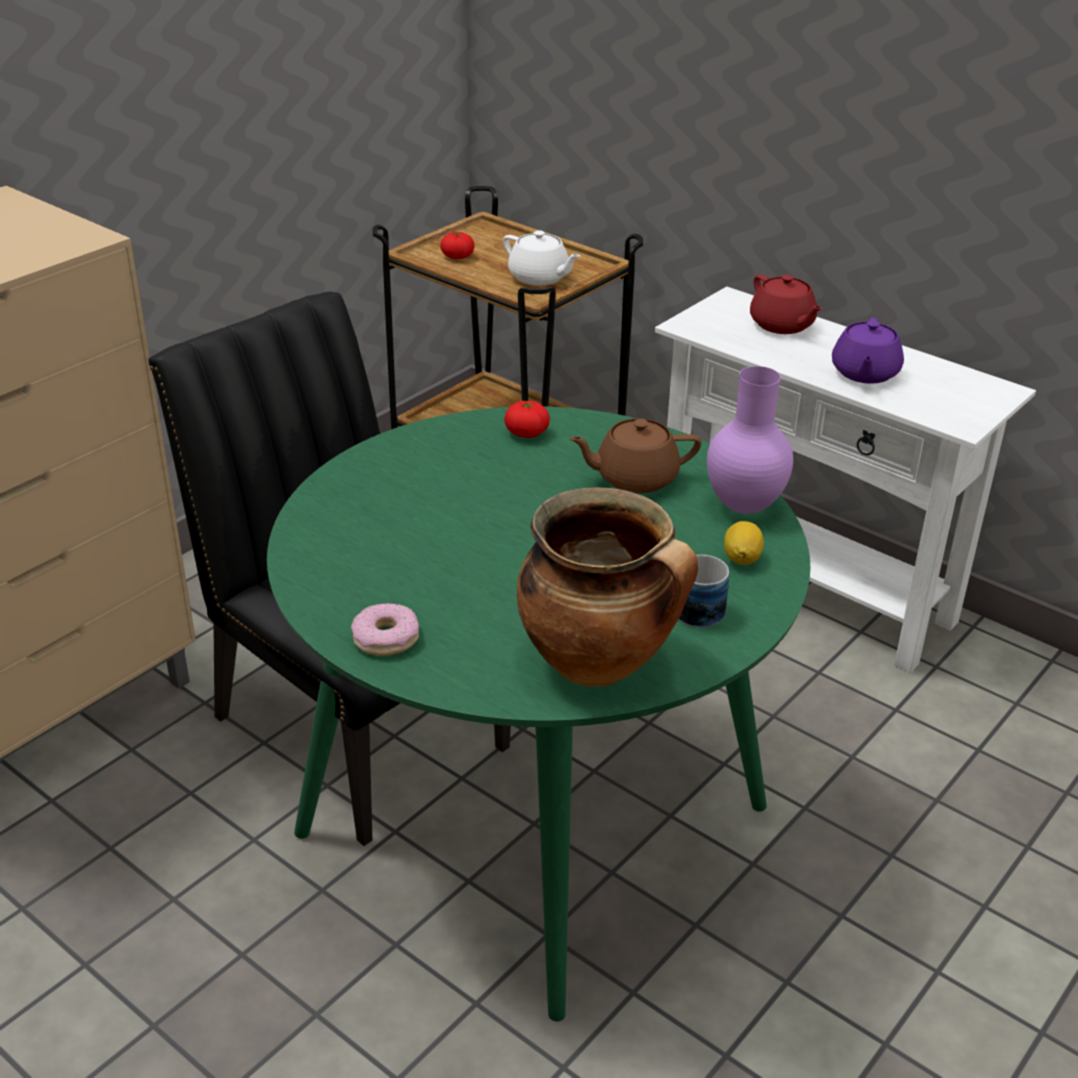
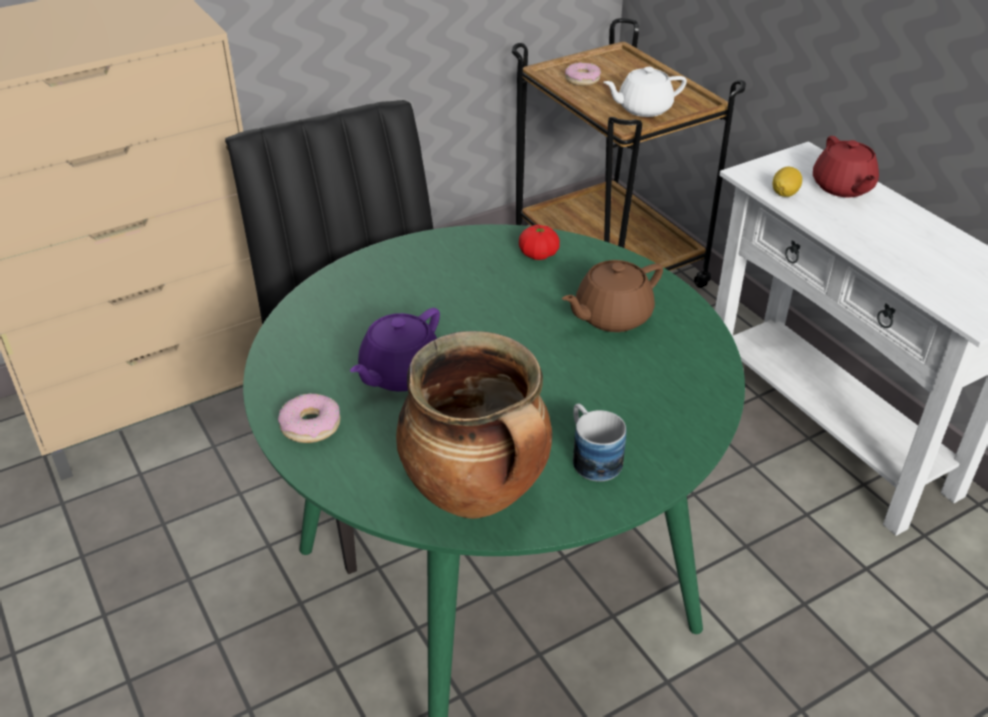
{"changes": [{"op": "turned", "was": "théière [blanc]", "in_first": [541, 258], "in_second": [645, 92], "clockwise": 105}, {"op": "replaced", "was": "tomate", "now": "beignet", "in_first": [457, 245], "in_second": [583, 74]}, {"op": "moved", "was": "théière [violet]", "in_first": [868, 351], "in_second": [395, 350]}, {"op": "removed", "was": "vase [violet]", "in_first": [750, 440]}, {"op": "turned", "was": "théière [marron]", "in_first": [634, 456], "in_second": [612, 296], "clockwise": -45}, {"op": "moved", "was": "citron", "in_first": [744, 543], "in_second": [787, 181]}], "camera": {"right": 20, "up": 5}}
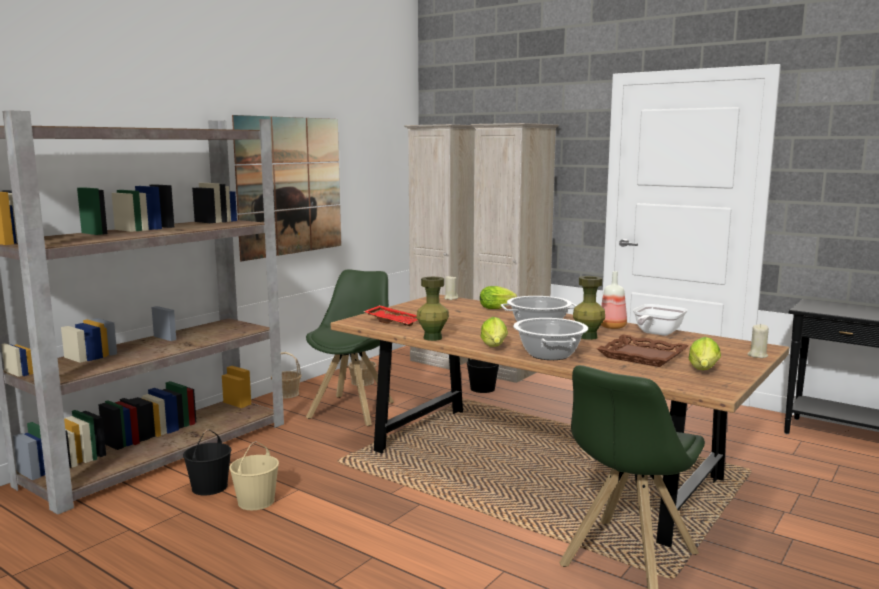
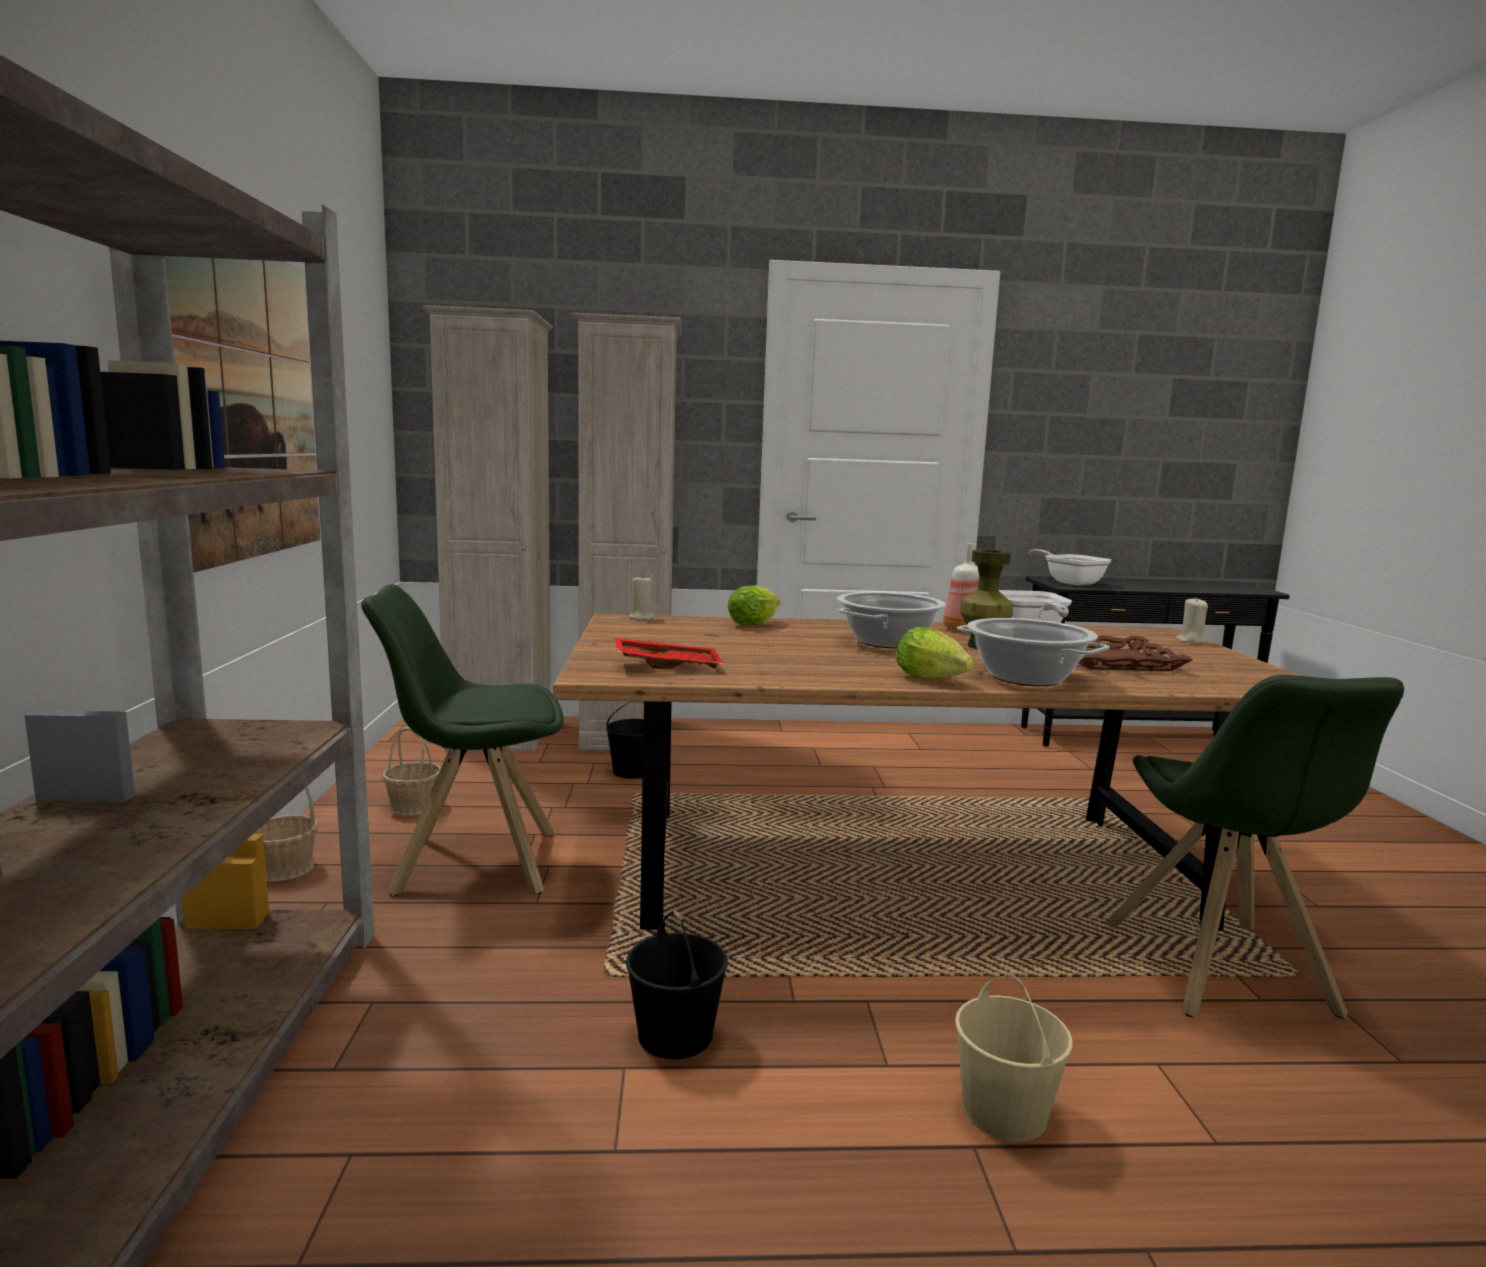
{"changes": [{"op": "turned", "was": "chaise [vert]", "in_first": [350, 347], "in_second": [462, 740], "clockwise": -75}, {"op": "removed", "was": "vase [vert]", "in_first": [433, 309]}, {"op": "removed", "was": "laitue", "in_first": [705, 353]}, {"op": "moved", "was": "seau [noir]", "in_first": [207, 462], "in_second": [677, 984]}, {"op": "moved", "was": "seau [beige]", "in_first": [254, 475], "in_second": [1014, 1058]}, {"op": "added", "now": "poêle", "in_second": [1069, 567]}], "camera": {"right": -40, "up": 0}}
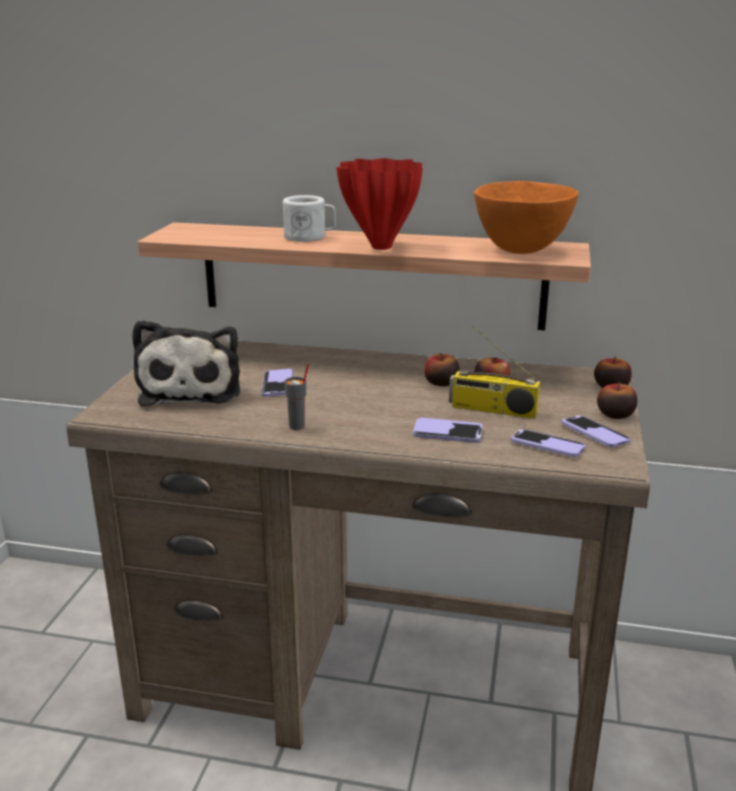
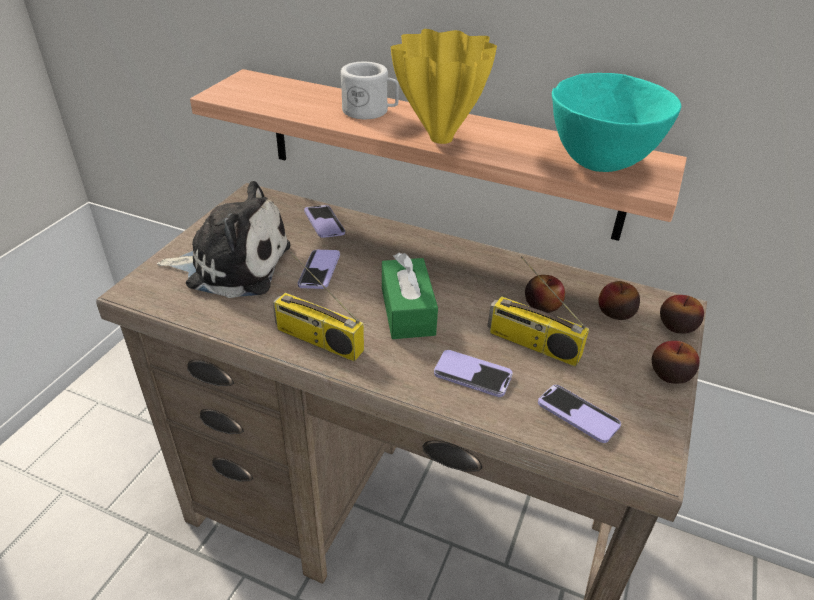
{"changes": [{"op": "recoloured", "was": "vase [rouge]", "now": "vase [jaune]", "in_first": [379, 204], "in_second": [444, 86]}, {"op": "recoloured", "was": "bol [orange]", "now": "bol [turquoise]", "in_first": [526, 217], "in_second": [616, 122]}, {"op": "turned", "was": "peluche", "in_first": [186, 363], "in_second": [224, 239], "clockwise": -90}, {"op": "moved", "was": "pomme", "in_first": [442, 369], "in_second": [619, 300]}, {"op": "replaced", "was": "tasse [gris]", "now": "radio", "in_first": [296, 397], "in_second": [318, 307]}, {"op": "moved", "was": "téléphone", "in_first": [596, 431], "in_second": [324, 221]}, {"op": "added", "now": "boîte à mouchoirs [vert]", "in_second": [410, 296]}], "camera": {"right": 10, "up": 15}}
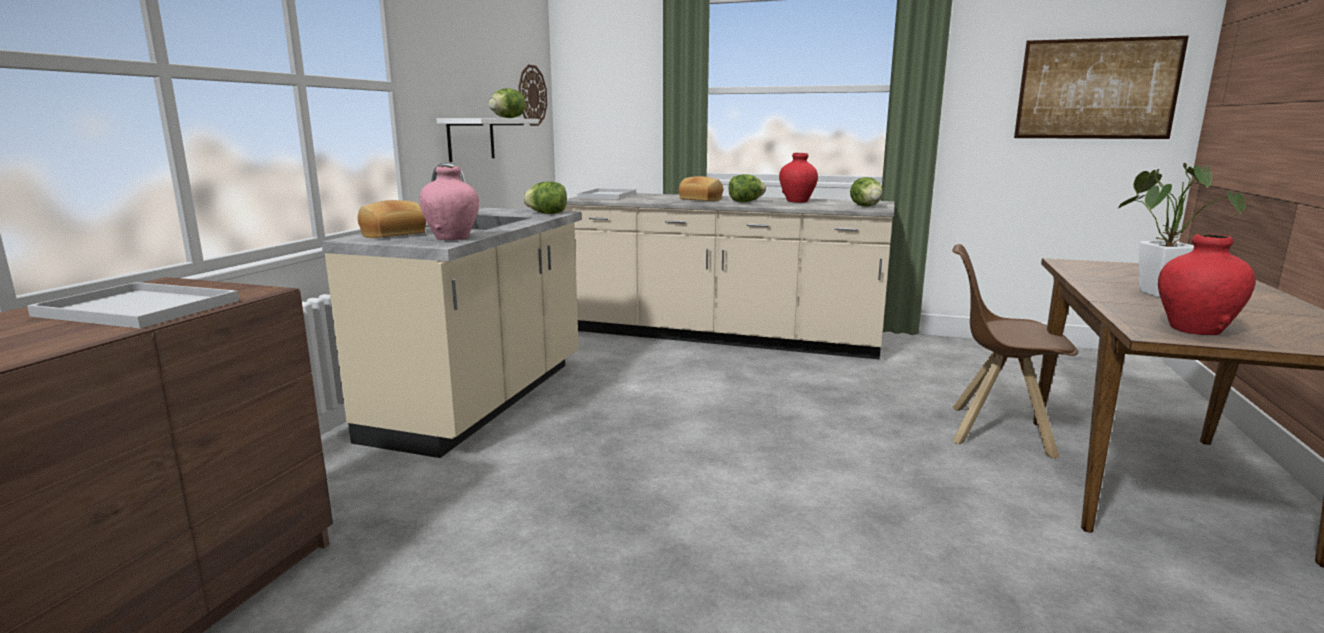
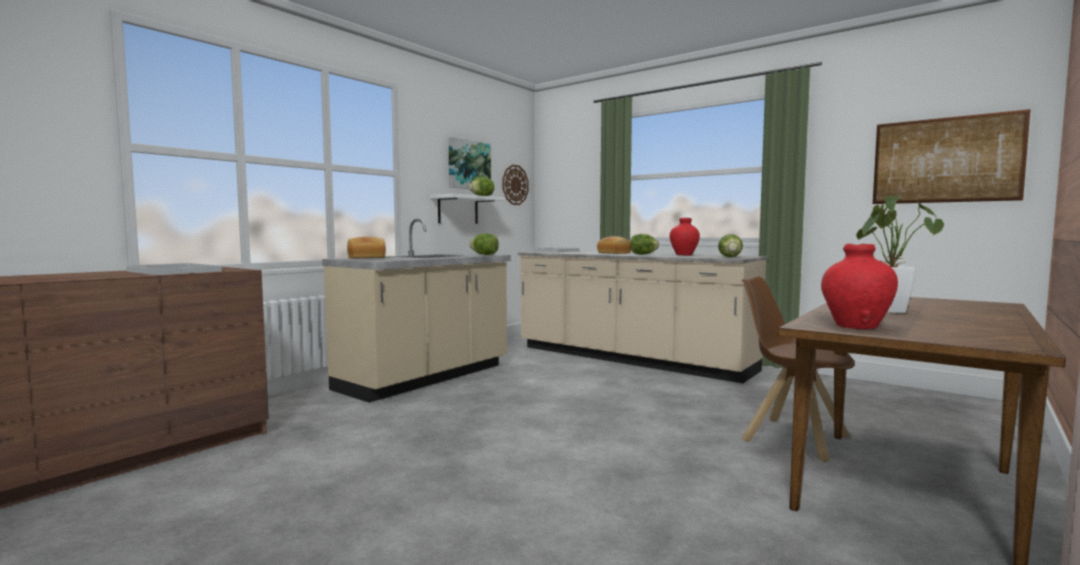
{"changes": [{"op": "removed", "was": "vase [rose]", "in_first": [449, 203]}, {"op": "added", "now": "tableau", "in_second": [469, 163]}], "camera": {"right": 20, "up": -10}}
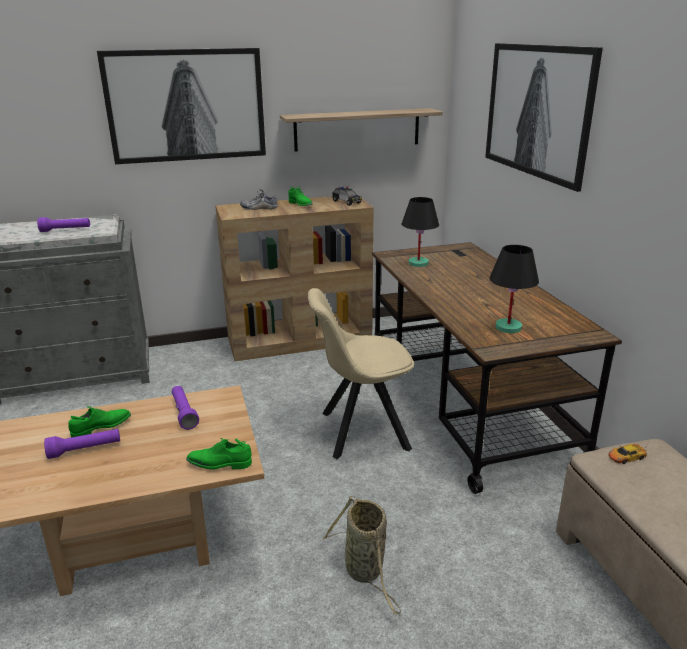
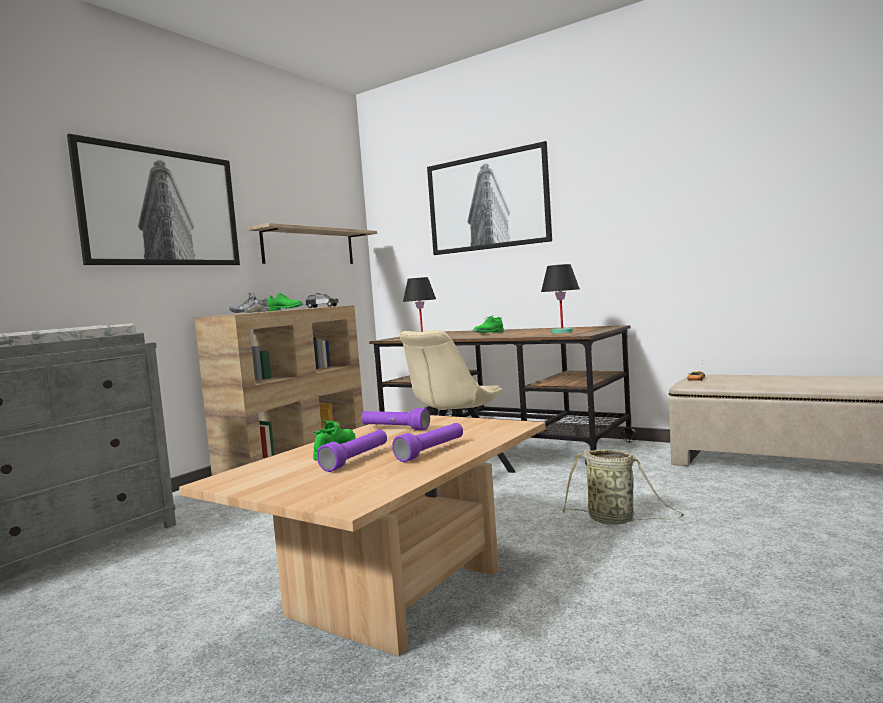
{"changes": [{"op": "moved", "was": "lampe de poche [violet]", "in_first": [63, 224], "in_second": [427, 442]}, {"op": "moved", "was": "chaussure [vert]", "in_first": [219, 454], "in_second": [488, 324]}], "camera": {"right": -40, "up": -20}}
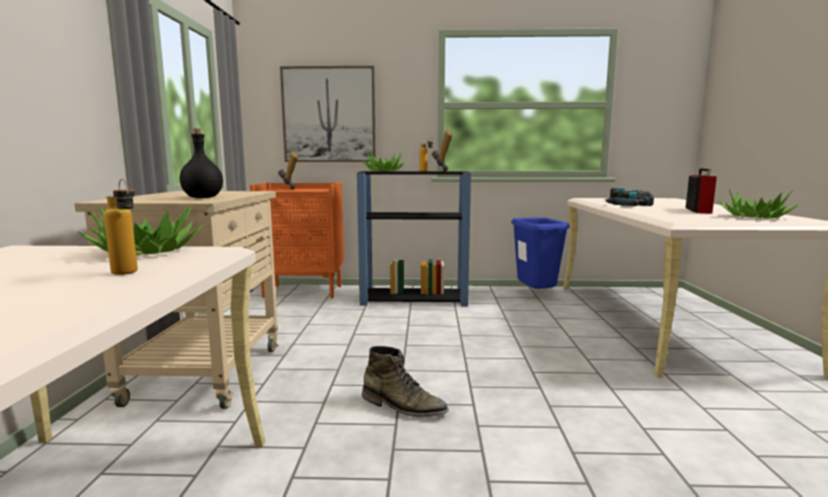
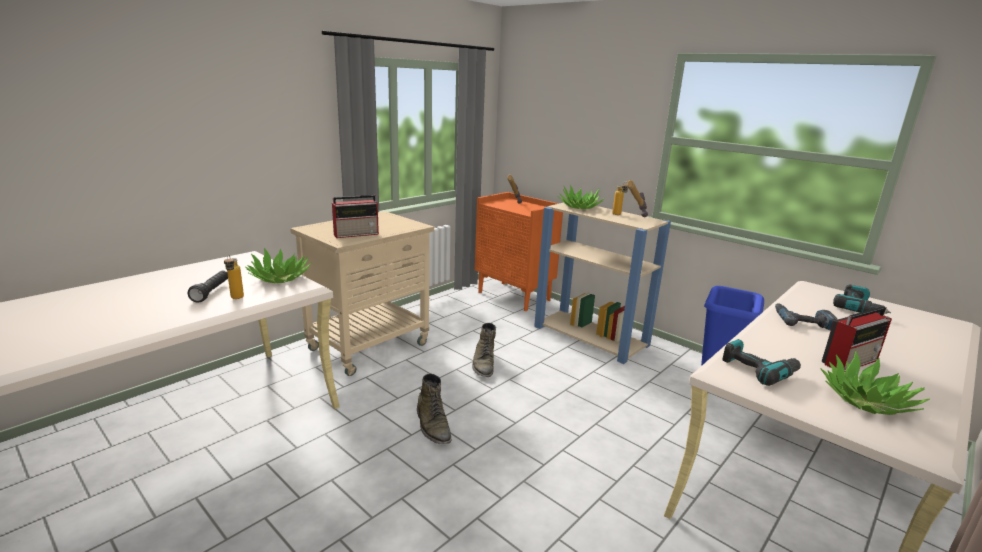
{"changes": [{"op": "removed", "was": "tableau", "in_first": [328, 114]}, {"op": "replaced", "was": "bouteille [noir]", "now": "radio", "in_first": [201, 163], "in_second": [355, 216]}, {"op": "recoloured", "was": "bibliothèque [noir]", "now": "bibliothèque [beige]", "in_first": [414, 239], "in_second": [602, 283]}, {"op": "added", "now": "lampe de poche [noir]", "in_second": [208, 286]}, {"op": "added", "now": "botte [vert]", "in_second": [484, 350]}, {"op": "added", "now": "perceuse", "in_second": [762, 362]}], "camera": {"right": 40, "up": 10}}
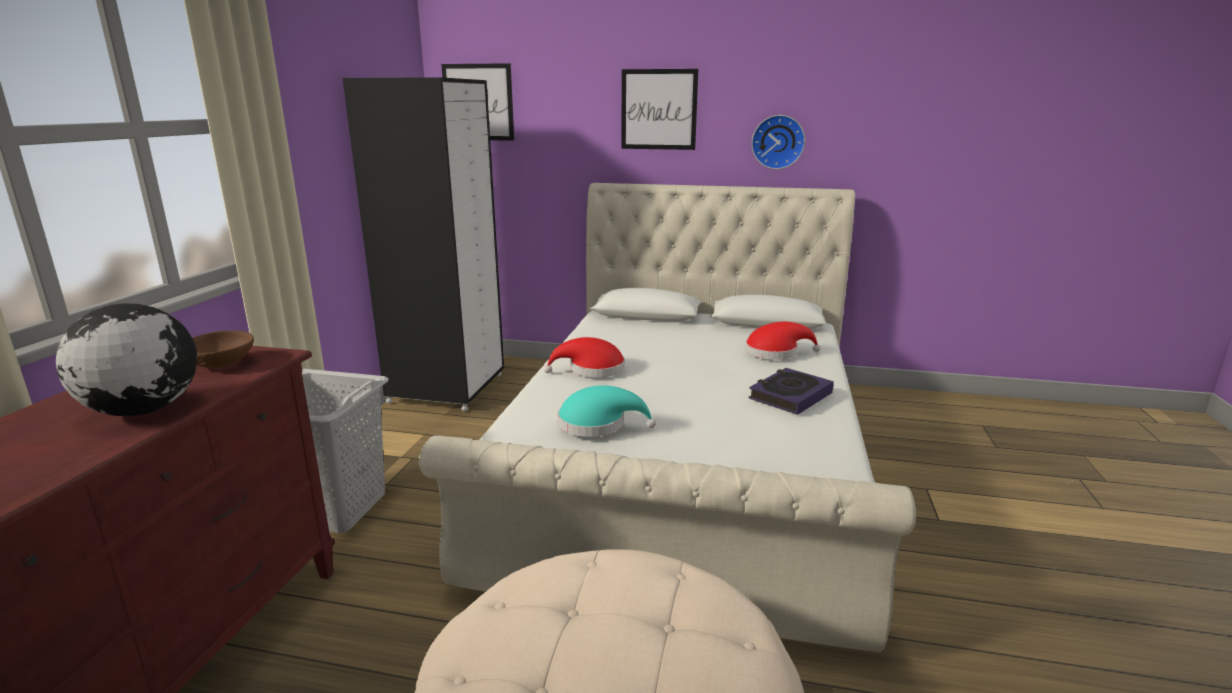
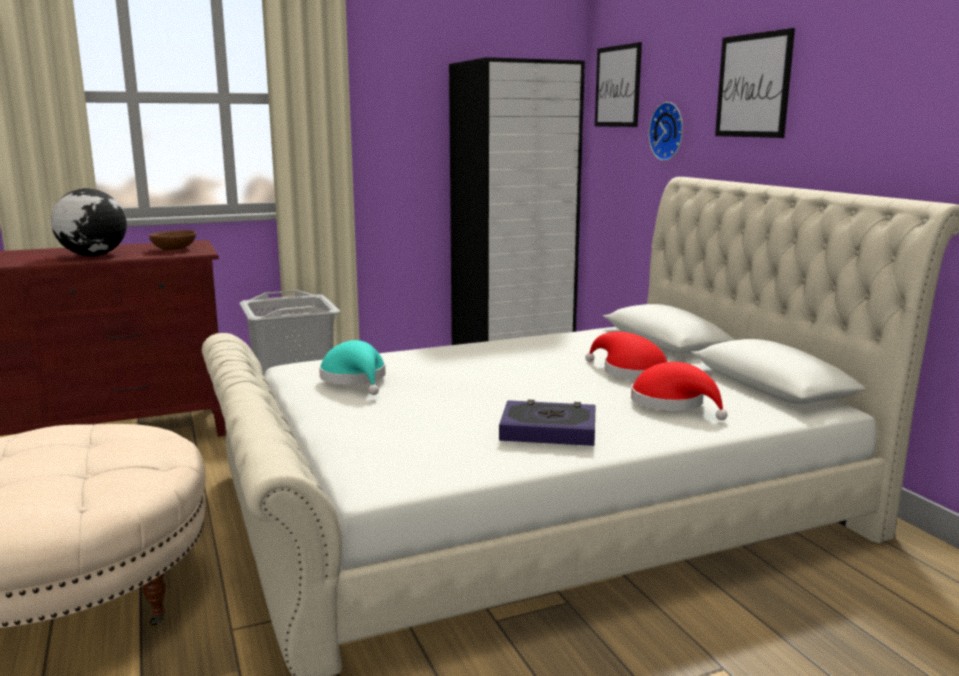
{"changes": [{"op": "moved", "was": "horloge murale", "in_first": [778, 142], "in_second": [665, 131]}, {"op": "moved", "was": "chapeau [rouge]", "in_first": [584, 357], "in_second": [627, 356]}], "camera": {"right": 55, "up": -5}}
